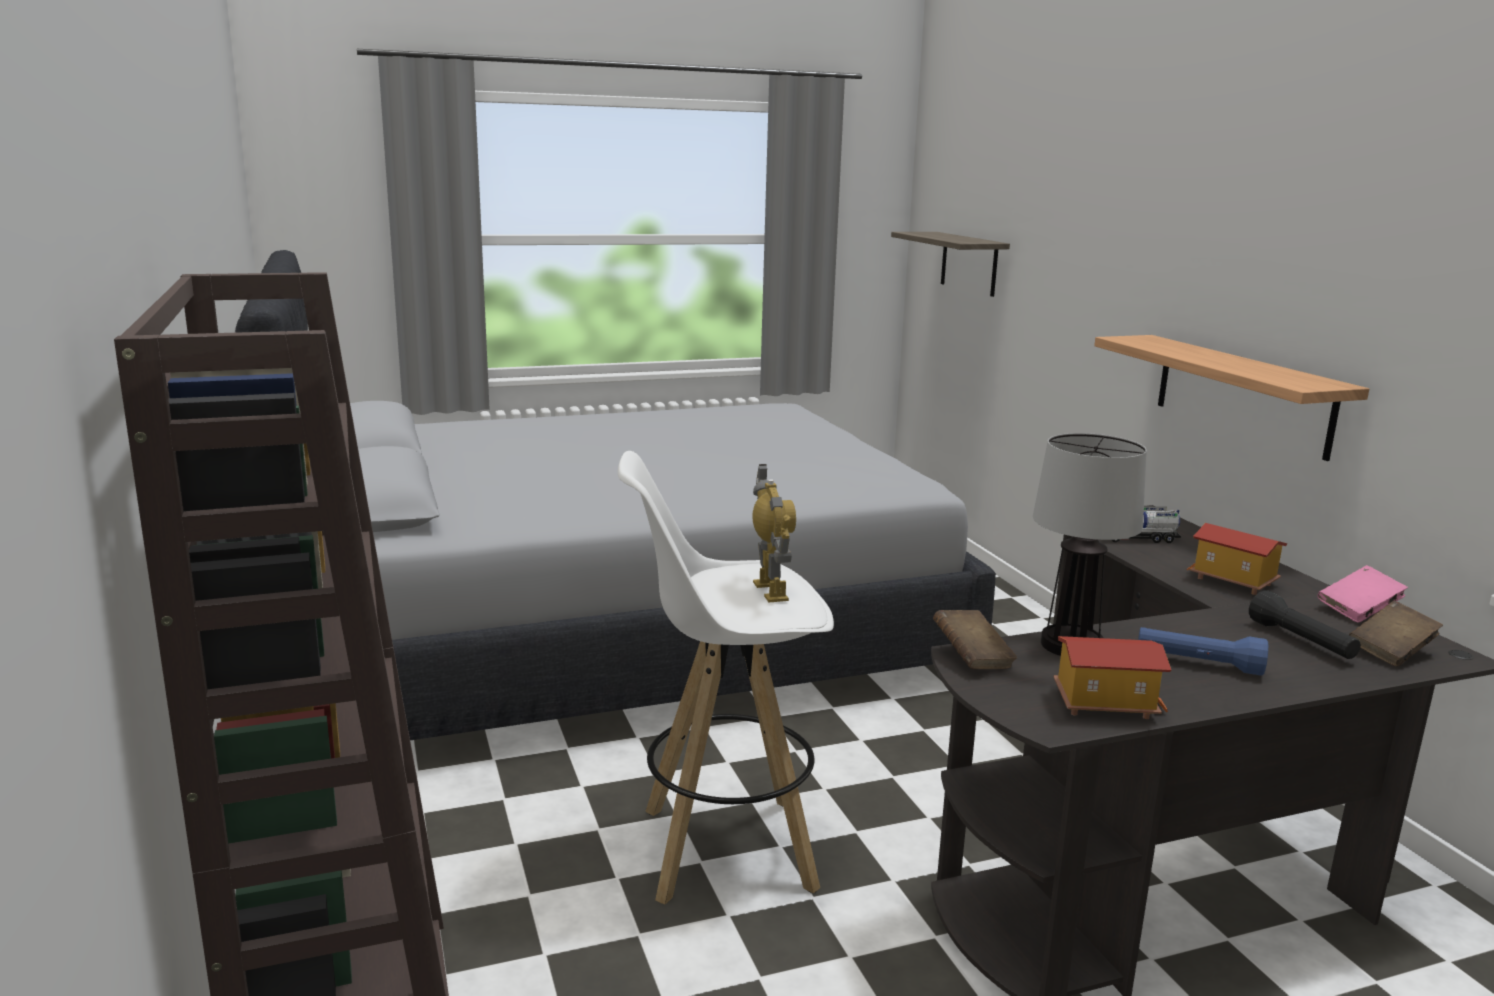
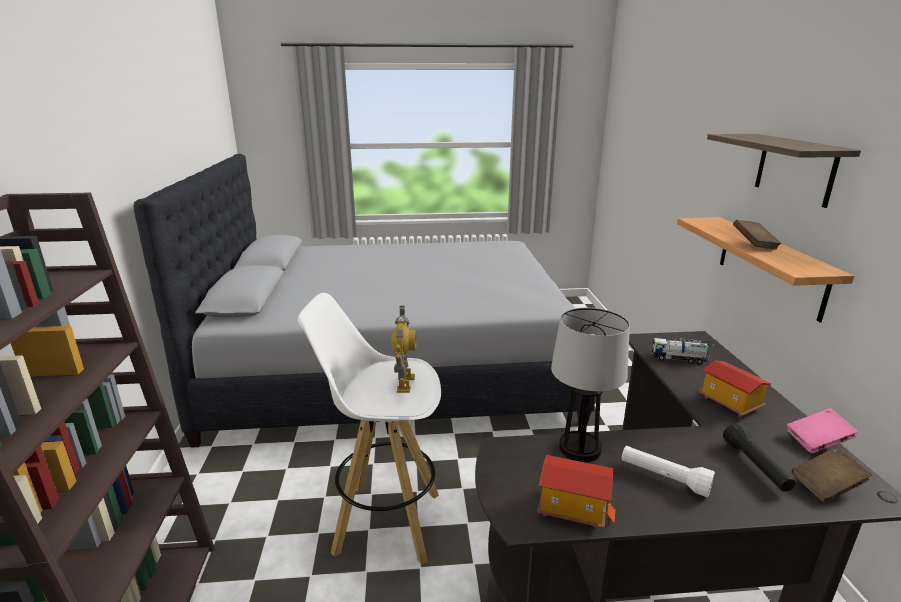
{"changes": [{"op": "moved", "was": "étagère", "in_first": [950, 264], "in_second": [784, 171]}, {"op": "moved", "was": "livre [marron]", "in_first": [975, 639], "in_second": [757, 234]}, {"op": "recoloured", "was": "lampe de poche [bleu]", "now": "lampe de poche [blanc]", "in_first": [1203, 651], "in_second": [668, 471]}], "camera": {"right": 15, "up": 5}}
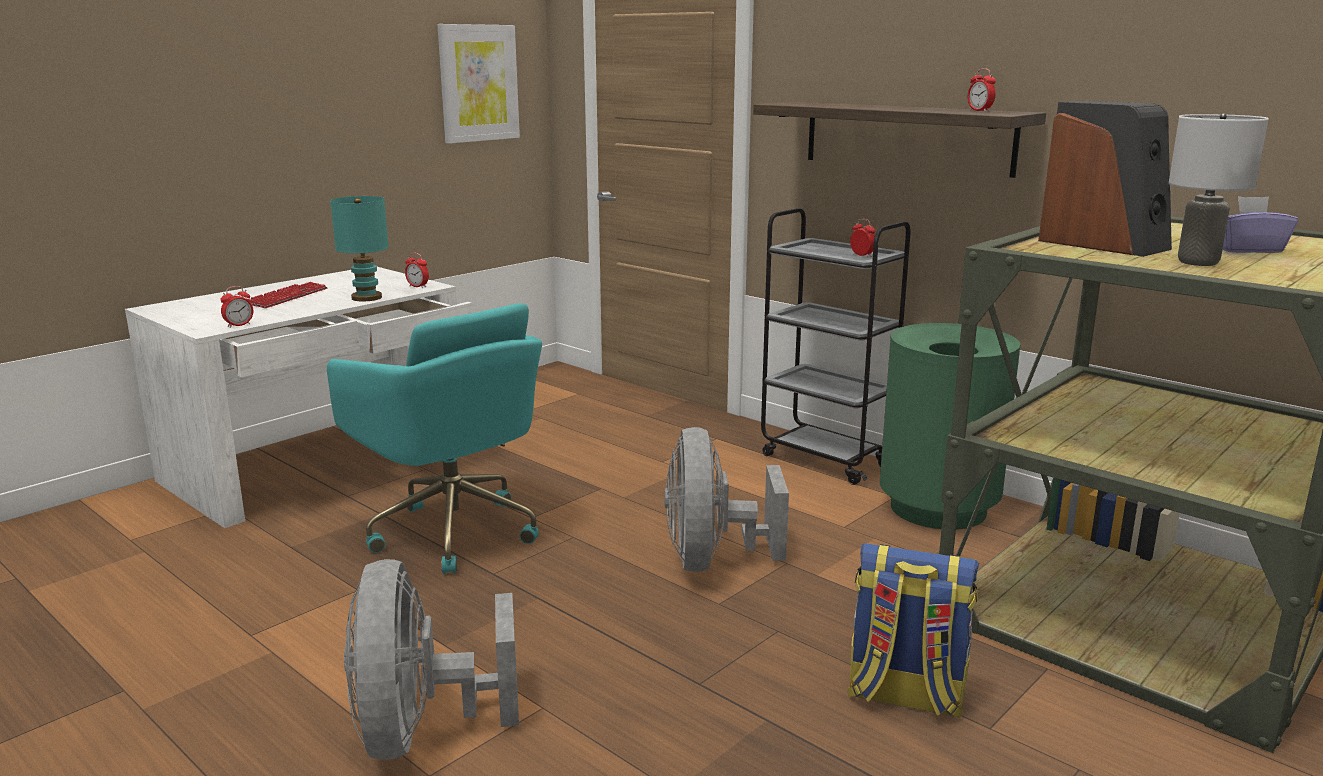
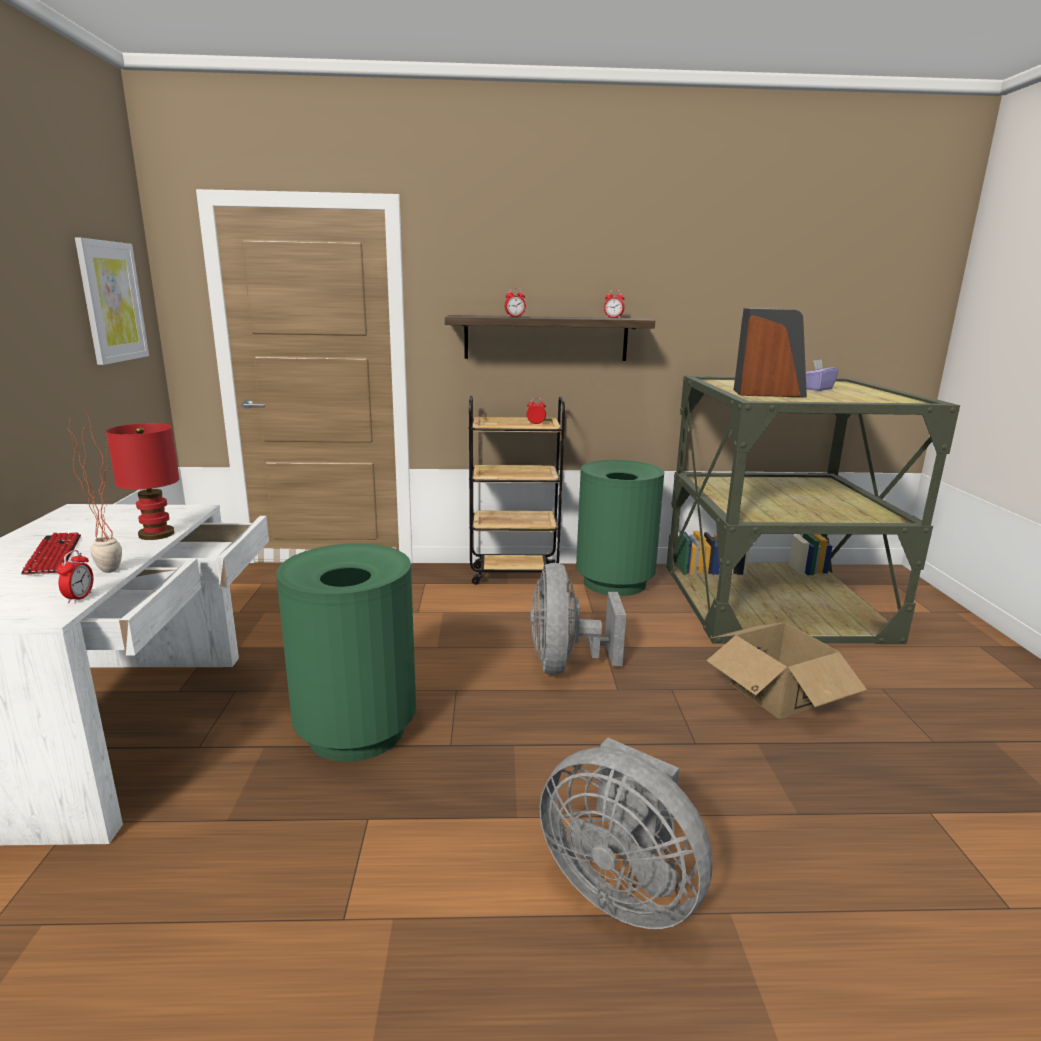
{"changes": [{"op": "removed", "was": "lampe de table [blanc]", "in_first": [1219, 190]}, {"op": "recoloured", "was": "lampe de table [turquoise]", "now": "lampe de table [rouge]", "in_first": [359, 249], "in_second": [143, 481]}, {"op": "recoloured", "was": "chariot [gris]", "now": "chariot [marron]", "in_first": [835, 346], "in_second": [517, 490]}, {"op": "moved", "was": "réveil", "in_first": [417, 270], "in_second": [515, 302]}, {"op": "replaced", "was": "chaise de bureau [turquoise]", "now": "poubelle [vert]", "in_first": [434, 438], "in_second": [346, 652]}, {"op": "turned", "was": "ventilateur [gris]", "in_first": [726, 499], "in_second": [578, 618], "clockwise": 45}, {"op": "replaced", "was": "sac à dos", "now": "carton", "in_first": [913, 630], "in_second": [786, 670]}, {"op": "added", "now": "plante en pot", "in_second": [93, 489]}], "camera": {"right": -45, "up": 0}}
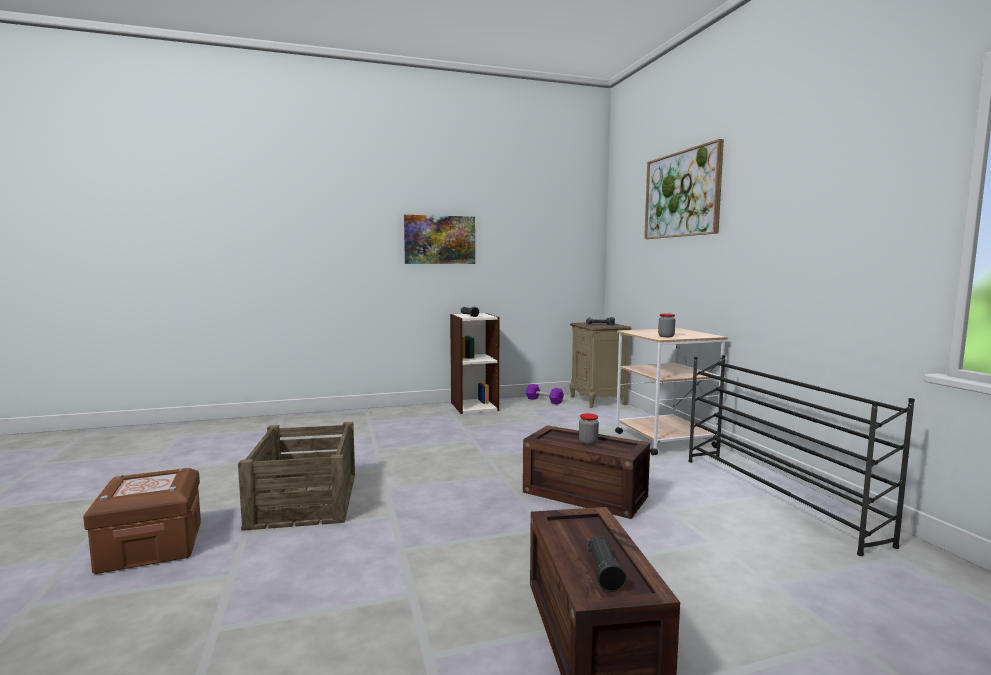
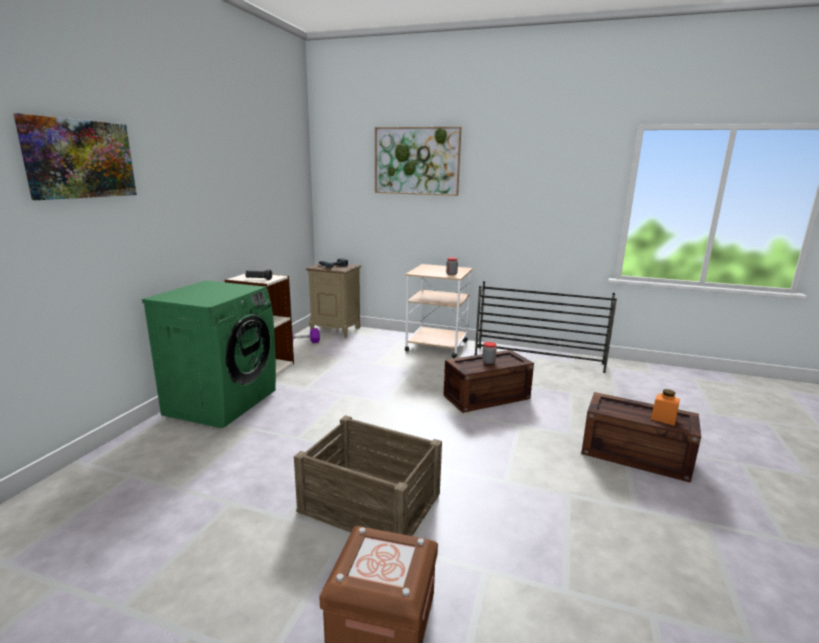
{"changes": [{"op": "moved", "was": "tableau", "in_first": [439, 239], "in_second": [75, 156]}, {"op": "replaced", "was": "lampe de poche [noir]", "now": "bocal [orange]", "in_first": [607, 563], "in_second": [665, 407]}, {"op": "added", "now": "lave-linge [vert]", "in_second": [209, 354]}], "camera": {"right": -55, "up": 10}}
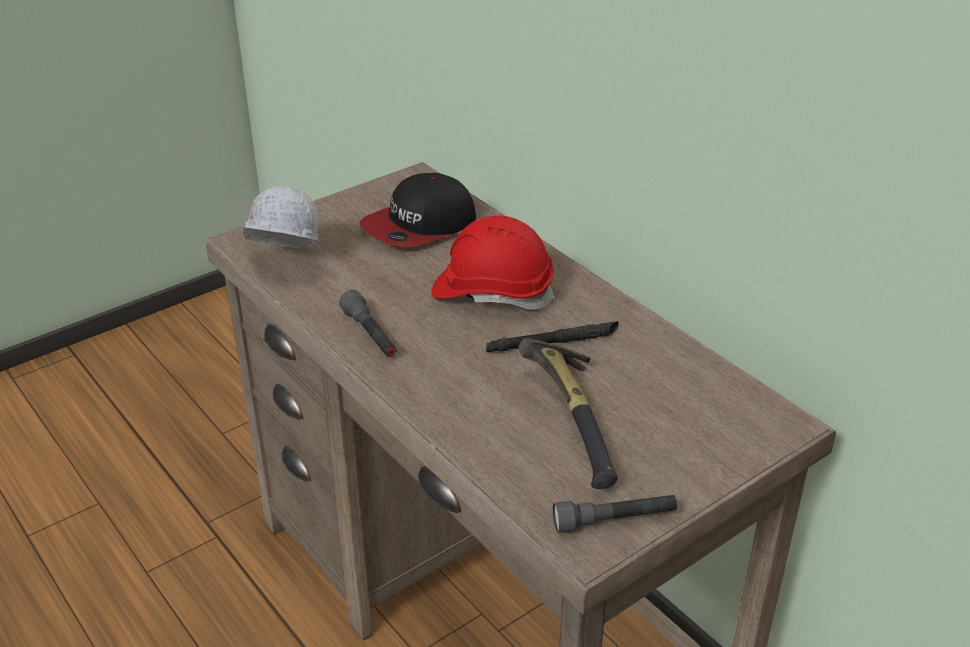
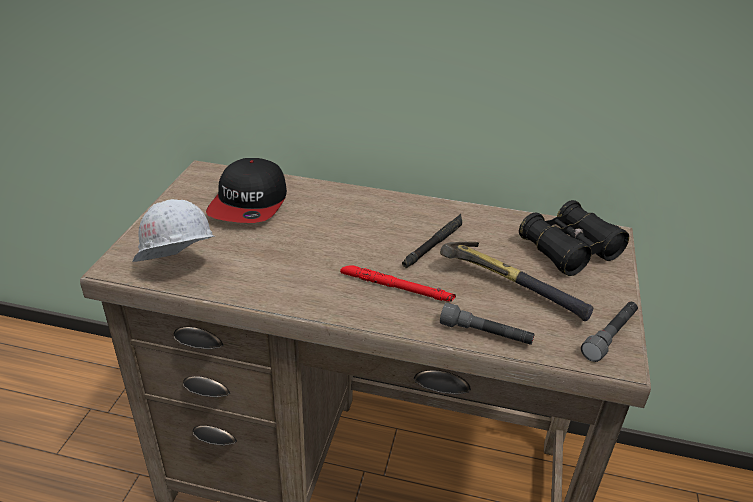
{"changes": [{"op": "removed", "was": "casque de chantier [rouge]", "in_first": [493, 262]}, {"op": "moved", "was": "lampe de poche [gris]", "in_first": [368, 323], "in_second": [487, 324]}, {"op": "added", "now": "jumelles [noir]", "in_second": [574, 238]}, {"op": "added", "now": "lampe de poche [rouge]", "in_second": [398, 283]}], "camera": {"right": -40, "up": 0}}
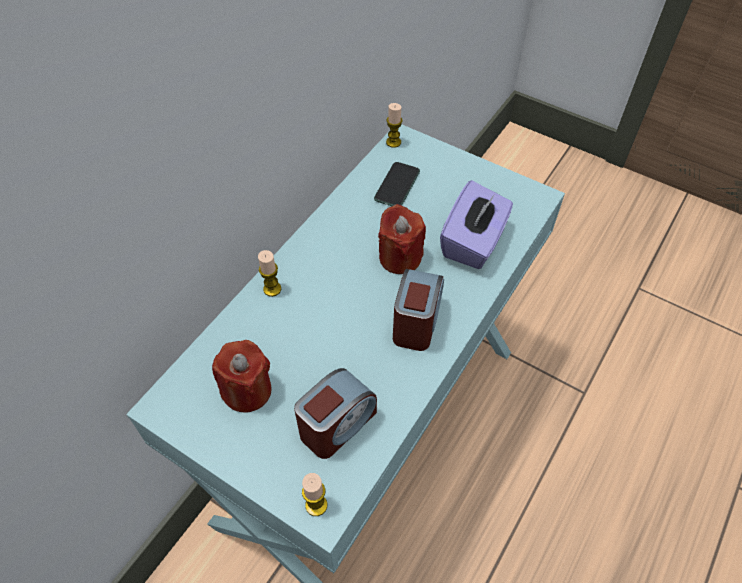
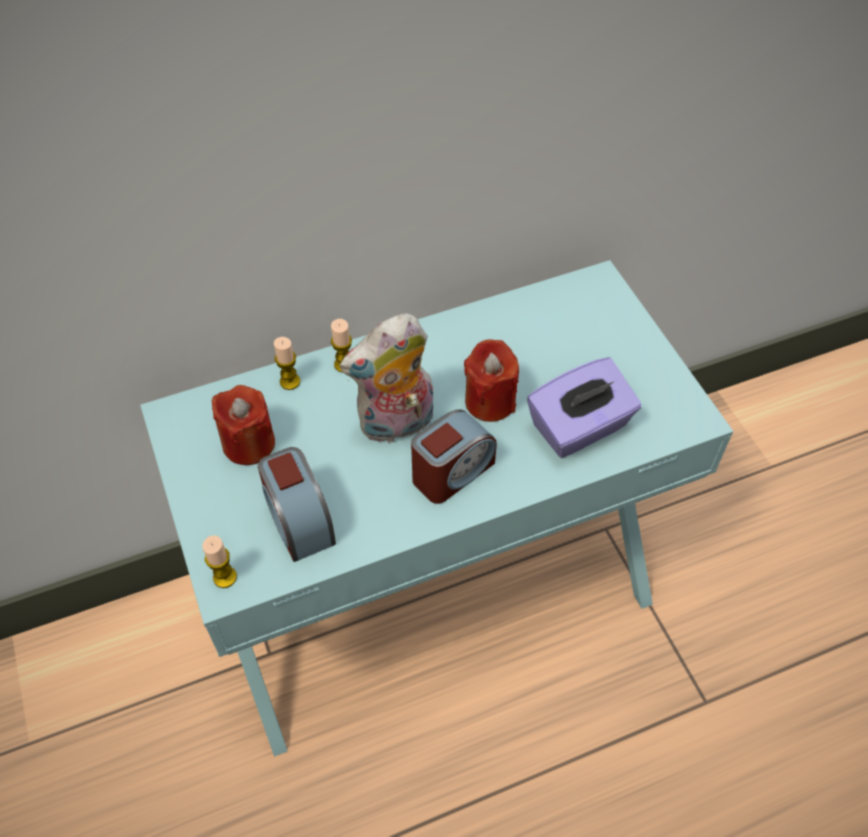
{"changes": [{"op": "moved", "was": "bougie", "in_first": [394, 125], "in_second": [287, 363]}, {"op": "removed", "was": "téléphone", "in_first": [397, 184]}, {"op": "turned", "was": "réveil", "in_first": [335, 413], "in_second": [297, 504], "clockwise": 75}, {"op": "added", "now": "peluche", "in_second": [387, 378]}], "camera": {"right": 35, "up": 0}}
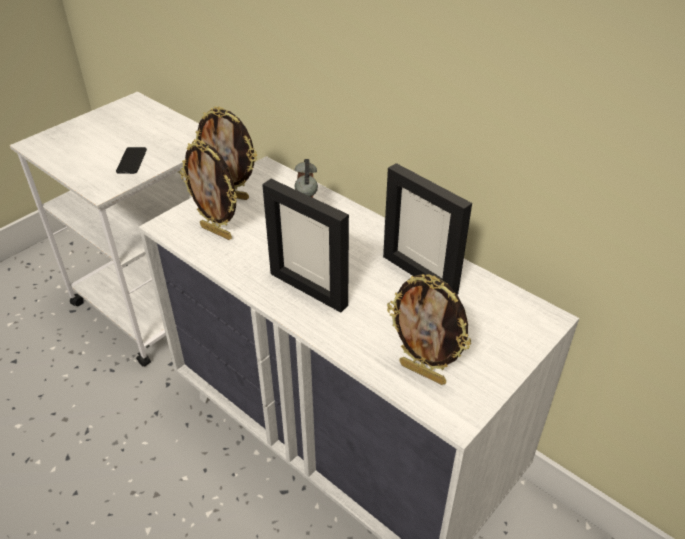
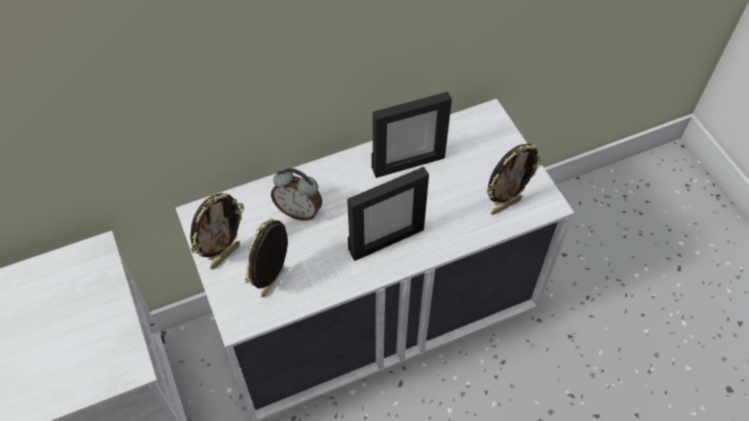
{"changes": [{"op": "turned", "was": "cadre photo", "in_first": [208, 190], "in_second": [266, 257], "clockwise": 150}, {"op": "removed", "was": "téléphone", "in_first": [131, 160]}], "camera": {"right": -65, "up": 15}}
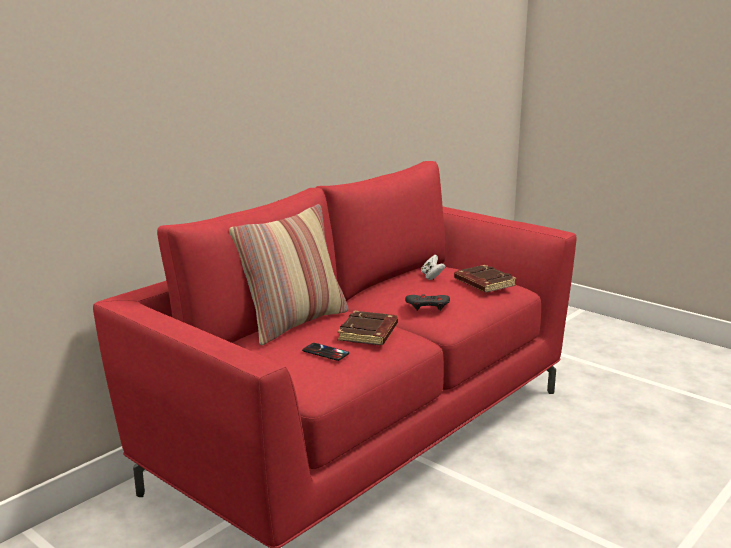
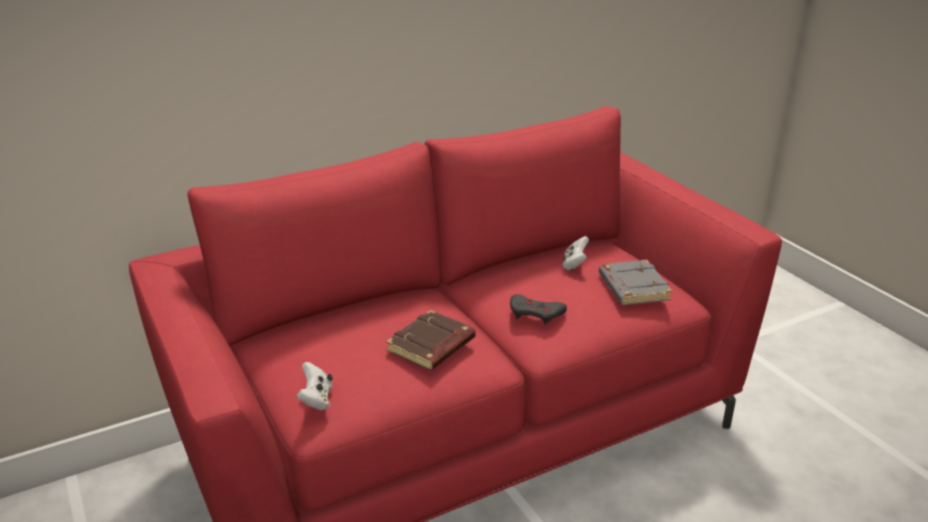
{"changes": [{"op": "removed", "was": "coussin", "in_first": [288, 274]}, {"op": "recoloured", "was": "livre [marron]", "now": "livre [gris]", "in_first": [485, 279], "in_second": [635, 282]}, {"op": "removed", "was": "téléphone", "in_first": [325, 352]}, {"op": "added", "now": "manette [blanc]", "in_second": [314, 386]}], "camera": {"right": 20, "up": 10}}
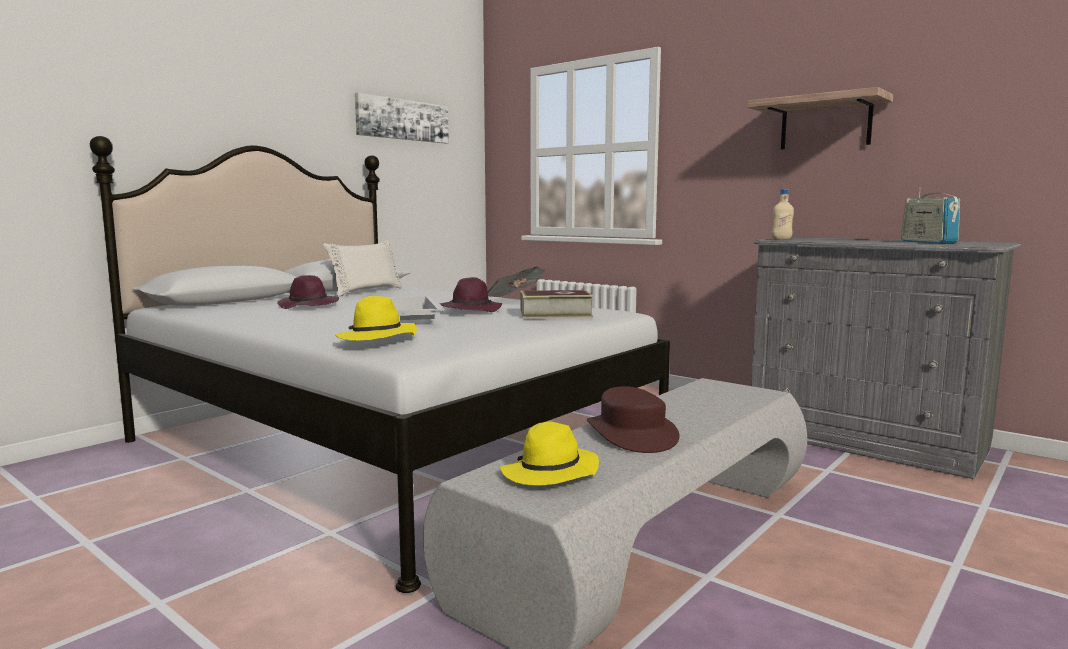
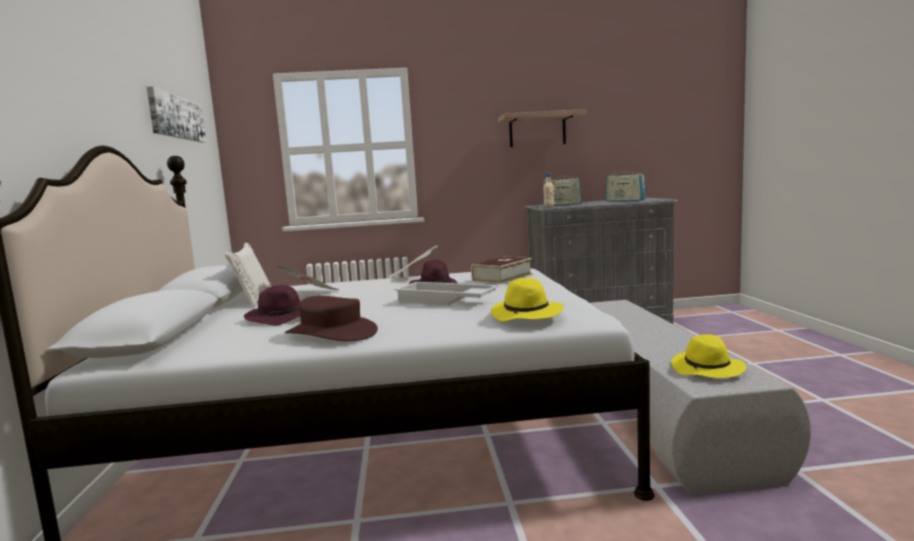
{"changes": [{"op": "moved", "was": "chapeau [marron]", "in_first": [633, 419], "in_second": [331, 318]}, {"op": "added", "now": "radio", "in_second": [562, 191]}, {"op": "added", "now": "journal", "in_second": [307, 278]}], "camera": {"right": -45, "up": 0}}
